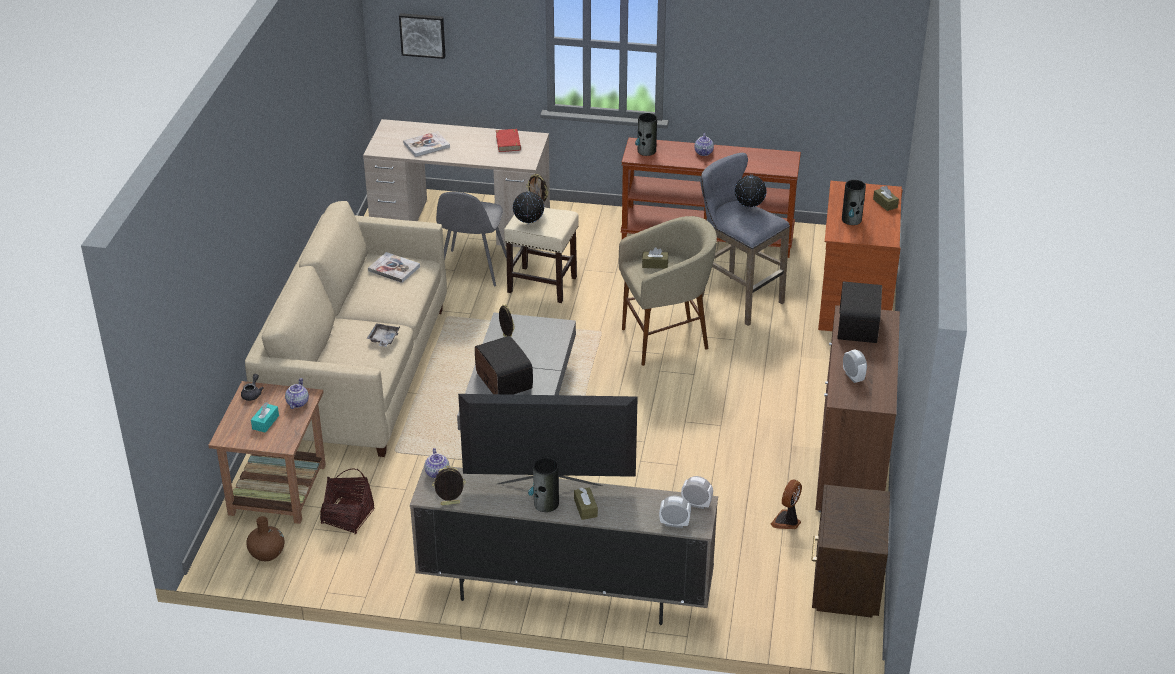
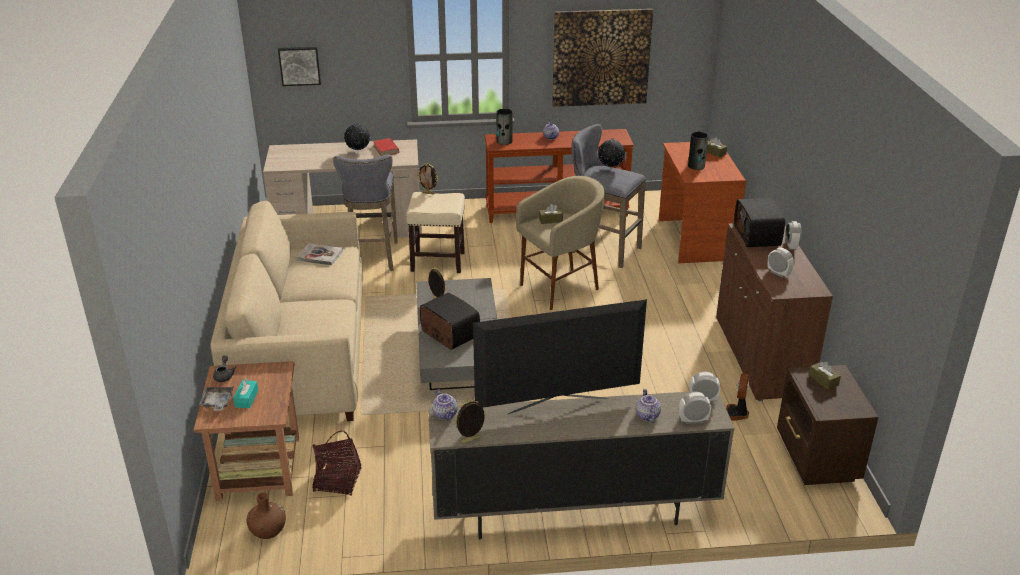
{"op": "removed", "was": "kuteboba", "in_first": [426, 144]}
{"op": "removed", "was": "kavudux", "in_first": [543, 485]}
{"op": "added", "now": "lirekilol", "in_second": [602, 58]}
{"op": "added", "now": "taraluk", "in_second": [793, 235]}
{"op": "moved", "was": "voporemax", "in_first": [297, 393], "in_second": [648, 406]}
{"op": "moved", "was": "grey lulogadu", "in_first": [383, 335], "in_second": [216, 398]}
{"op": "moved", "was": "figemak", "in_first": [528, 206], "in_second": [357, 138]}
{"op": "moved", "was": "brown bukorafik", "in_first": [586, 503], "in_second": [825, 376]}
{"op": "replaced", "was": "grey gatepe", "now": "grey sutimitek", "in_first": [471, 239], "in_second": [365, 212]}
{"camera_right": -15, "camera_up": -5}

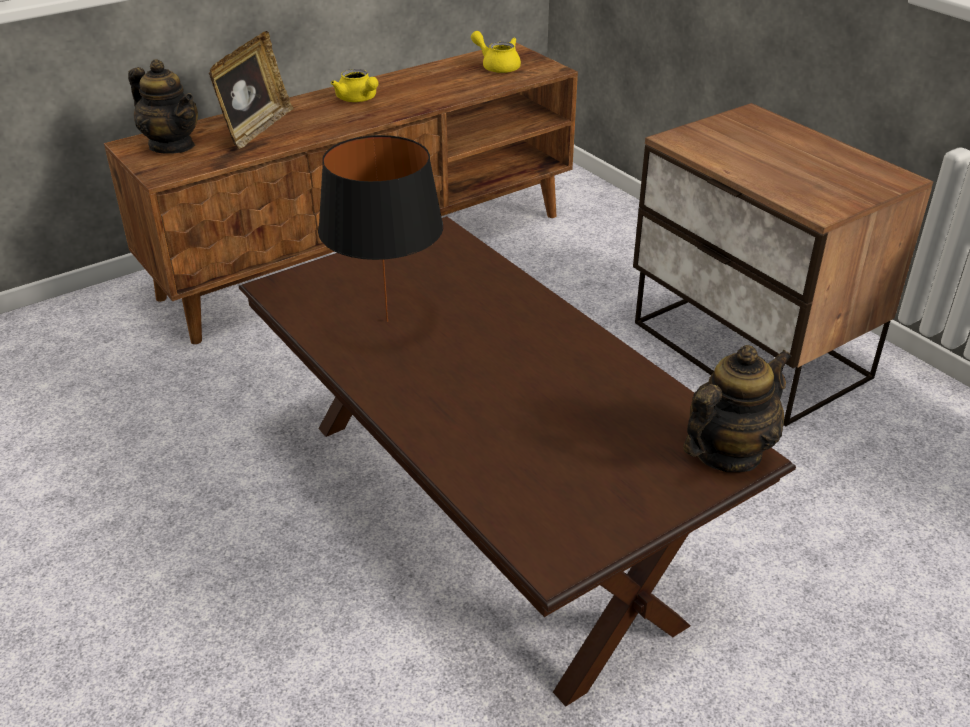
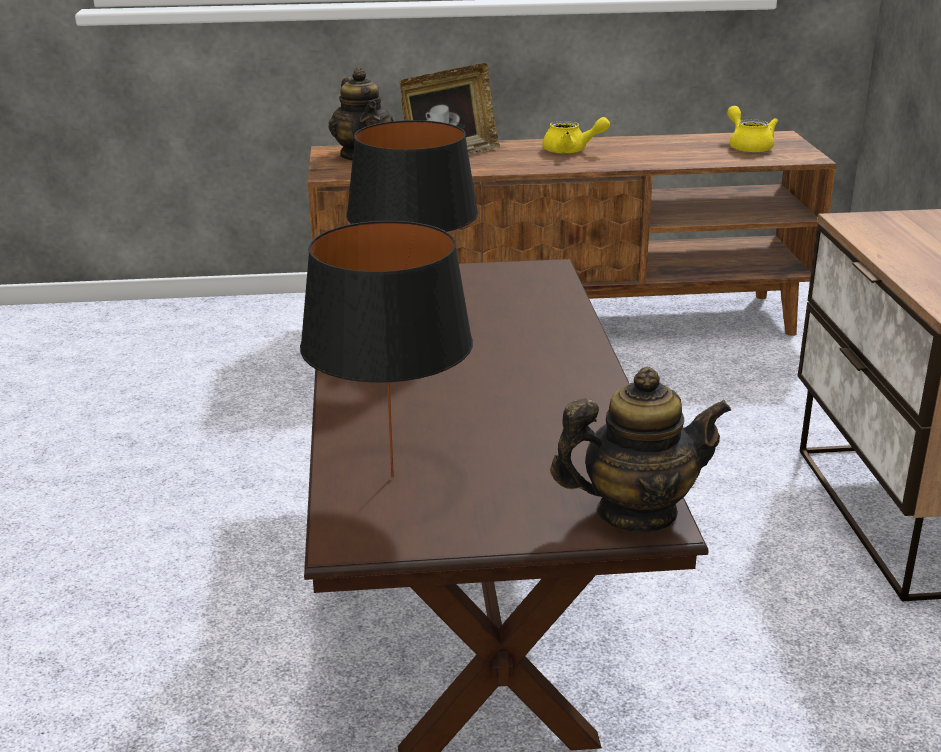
{"op": "added", "now": "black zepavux", "in_second": [386, 349]}
{"op": "turned", "was": "yellow voporemax", "in_first": [355, 85], "in_second": [576, 135], "clockwise": -75}
{"camera_right": 30, "camera_up": -10}

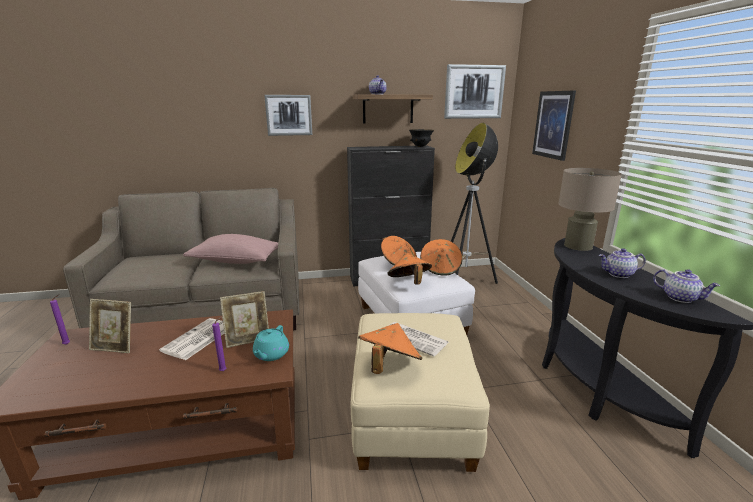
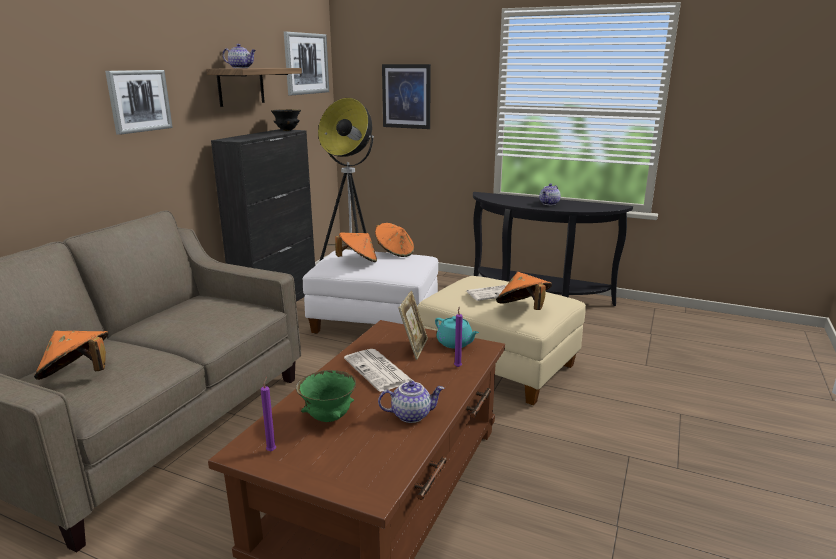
{"op": "removed", "was": "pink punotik", "in_first": [230, 249]}
{"op": "removed", "was": "beige zepavux", "in_first": [590, 209]}
{"op": "moved", "was": "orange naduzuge", "in_first": [410, 269], "in_second": [71, 355]}
{"op": "moved", "was": "voporemax", "in_first": [686, 286], "in_second": [411, 402]}
{"op": "replaced", "was": "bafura", "now": "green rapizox", "in_first": [110, 326], "in_second": [326, 396]}
{"camera_right": -55, "camera_up": 0}

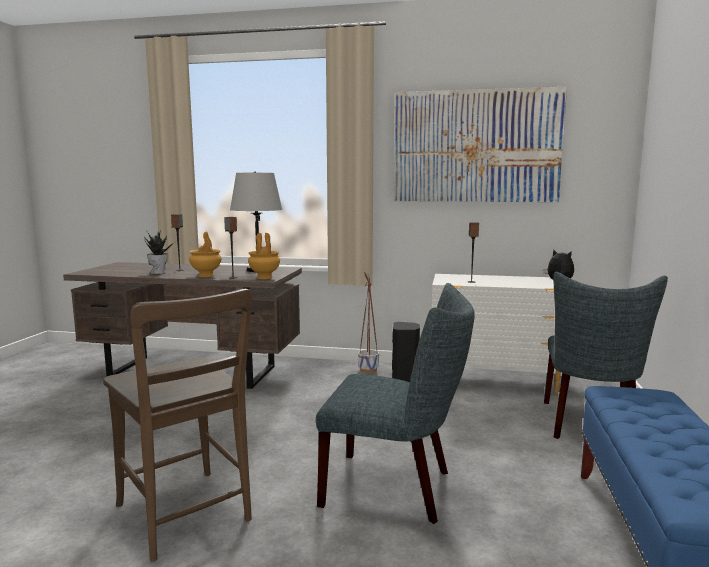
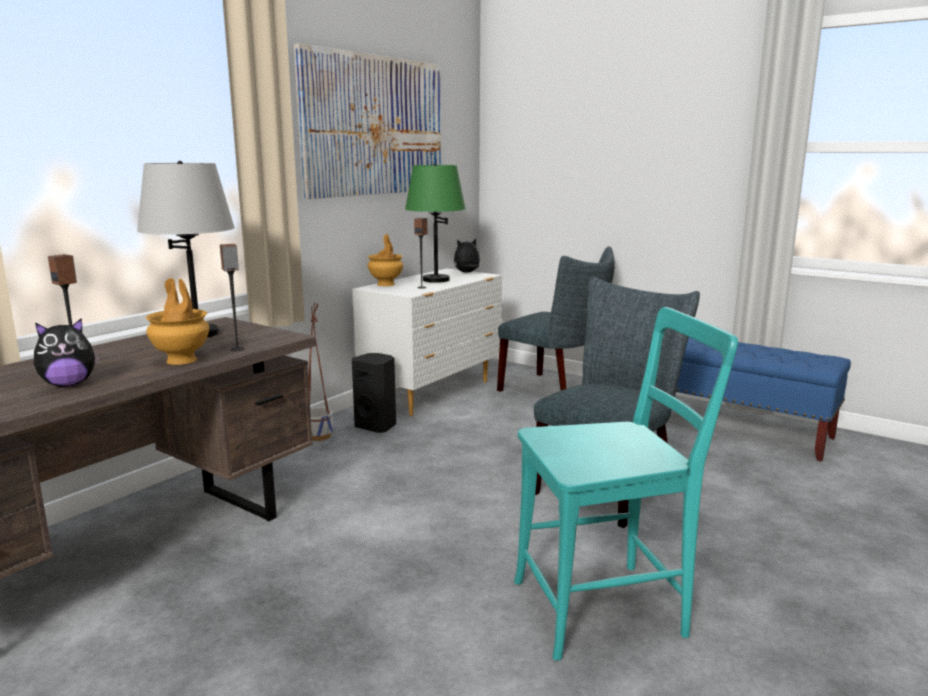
{"op": "added", "now": "green zepavux", "in_second": [435, 223]}
{"op": "moved", "was": "brown kavudux", "in_first": [264, 256], "in_second": [385, 260]}
{"op": "replaced", "was": "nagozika", "now": "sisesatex", "in_first": [159, 252], "in_second": [66, 353]}
{"op": "recoloured", "was": "brown gatepe", "now": "turquoise gatepe", "in_first": [177, 425], "in_second": [626, 484]}
{"camera_right": -65, "camera_up": 5}

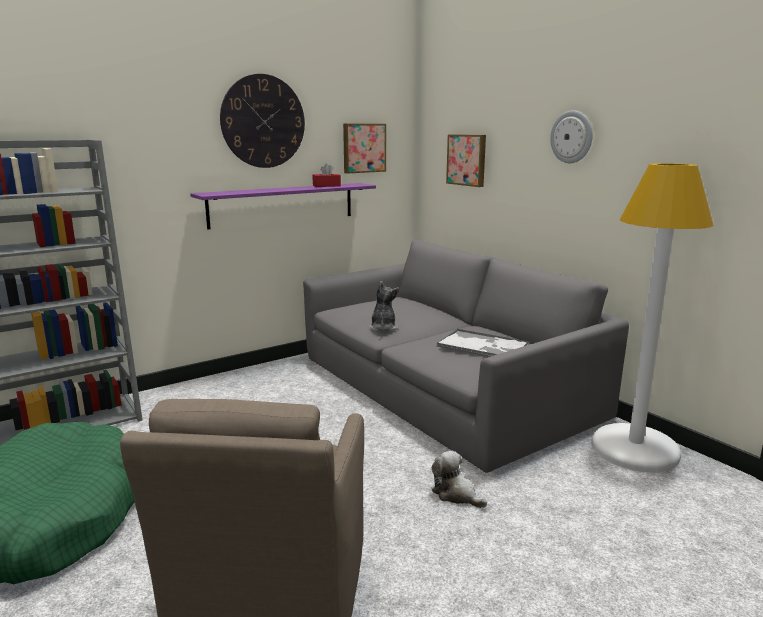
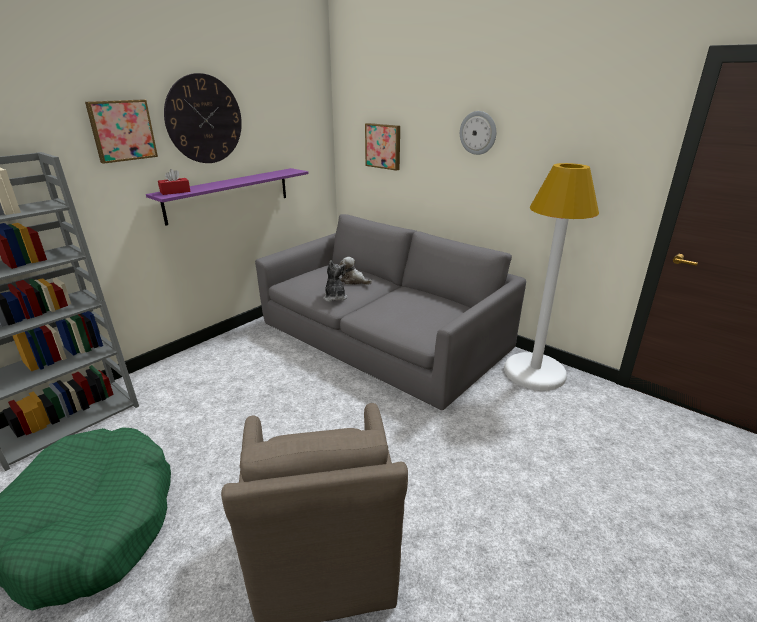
{"op": "removed", "was": "lulogadu", "in_first": [483, 343]}
{"op": "moved", "was": "red bukorafik", "in_first": [327, 175], "in_second": [174, 182]}
{"op": "moved", "was": "lirekilol", "in_first": [364, 148], "in_second": [121, 131]}
{"op": "moved", "was": "sisesatex", "in_first": [459, 479], "in_second": [355, 271]}
{"camera_right": -15, "camera_up": 10}

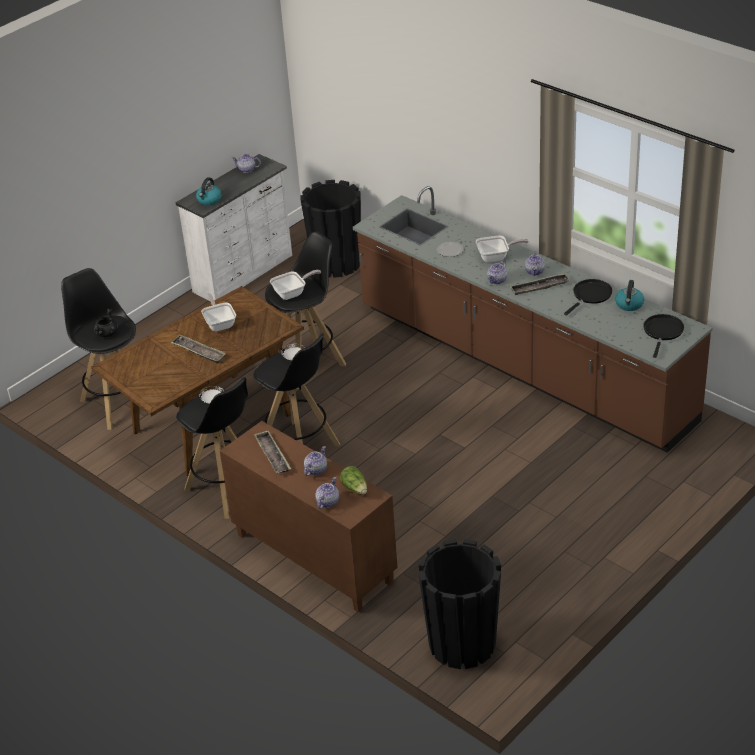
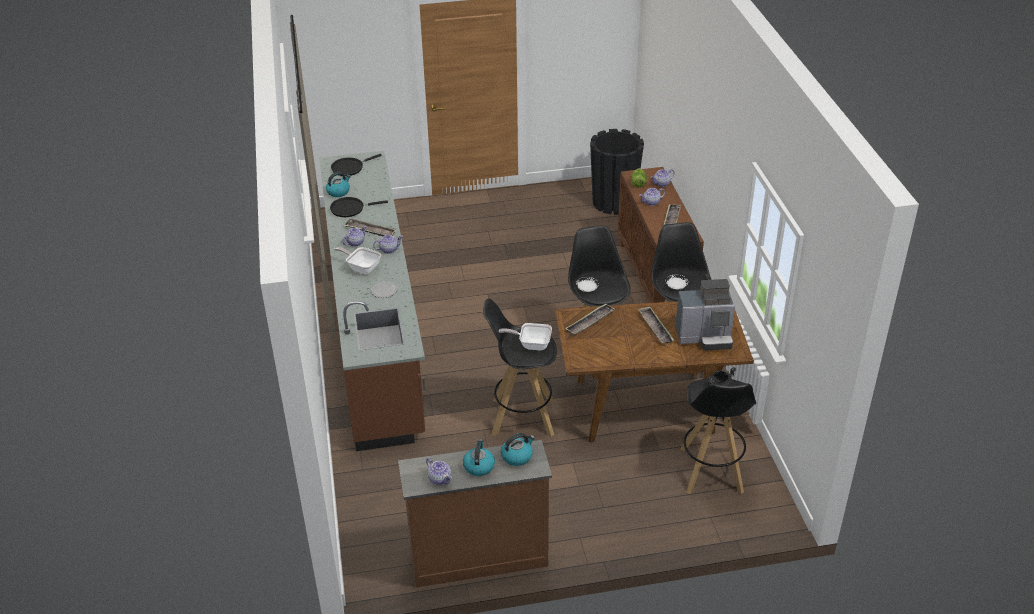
{"op": "removed", "was": "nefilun", "in_first": [218, 312]}
{"op": "removed", "was": "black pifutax", "in_first": [330, 229]}
{"op": "added", "now": "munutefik", "in_second": [479, 457]}
{"op": "added", "now": "lulogadu", "in_second": [590, 319]}
{"op": "added", "now": "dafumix", "in_second": [705, 314]}
{"op": "recoloured", "was": "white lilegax", "now": "brown lilegax", "in_first": [234, 227], "in_second": [475, 513]}
{"camera_right": -145, "camera_up": 0}

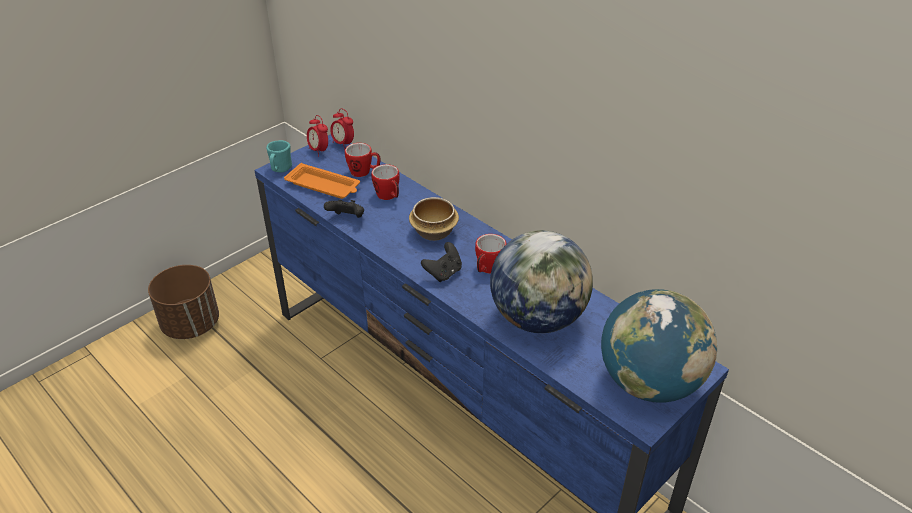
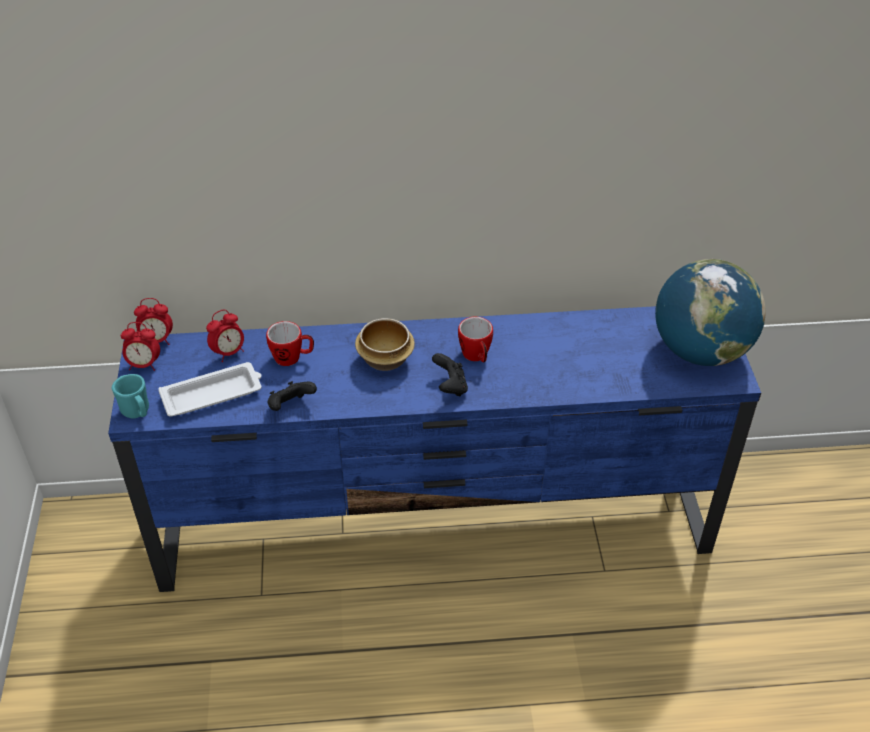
{"op": "removed", "was": "brown pifutax", "in_first": [183, 302]}
{"op": "removed", "was": "figemak", "in_first": [541, 281]}
{"op": "replaced", "was": "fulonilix", "now": "taraluk", "in_first": [362, 160], "in_second": [225, 336]}
{"op": "recoloured", "was": "orange lulogadu", "now": "white lulogadu", "in_first": [322, 181], "in_second": [210, 389]}
{"camera_right": -50, "camera_up": 5}

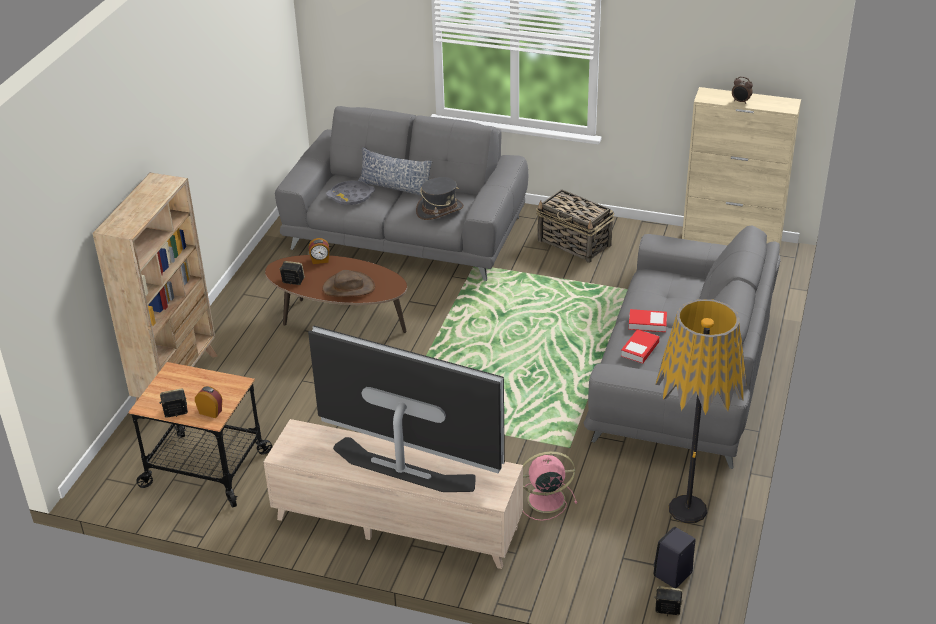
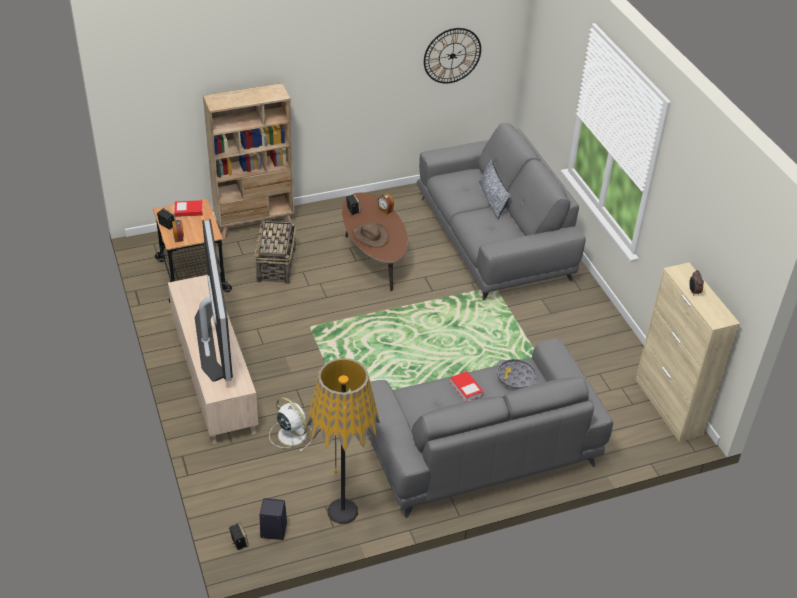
{"op": "removed", "was": "grey naduzuge", "in_first": [440, 198]}
{"op": "added", "now": "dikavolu", "in_second": [452, 55]}
{"op": "moved", "was": "grey lulogadu", "in_first": [350, 192], "in_second": [517, 374]}
{"op": "moved", "was": "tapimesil", "in_first": [575, 226], "in_second": [275, 251]}
{"op": "moved", "was": "kuteboba", "in_first": [640, 346], "in_second": [188, 208]}
{"op": "recoloured", "was": "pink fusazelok", "now": "white fusazelok", "in_first": [550, 486], "in_second": [290, 424]}
{"camera_right": 50, "camera_up": 5}

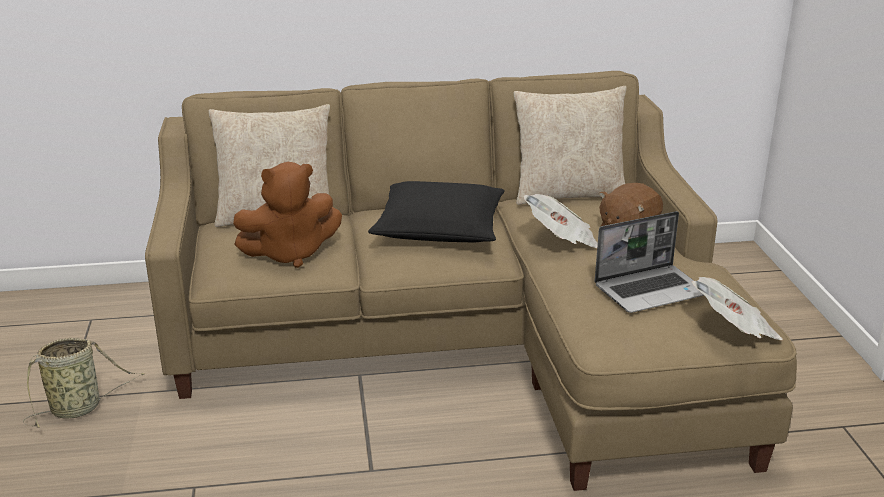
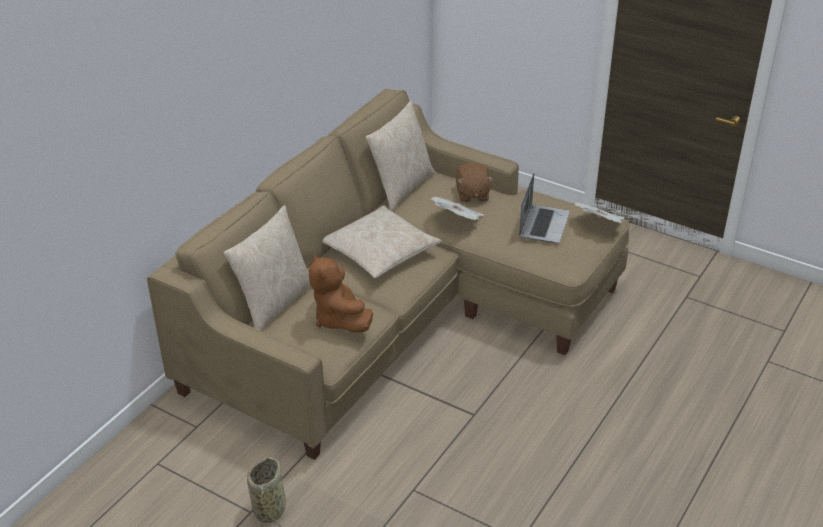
{"op": "recoloured", "was": "black punotik", "now": "beige punotik", "in_first": [436, 211], "in_second": [382, 241]}
{"op": "turned", "was": "brown sisesatex", "in_first": [287, 215], "in_second": [341, 293], "clockwise": 135}
{"camera_right": -50, "camera_up": 10}

